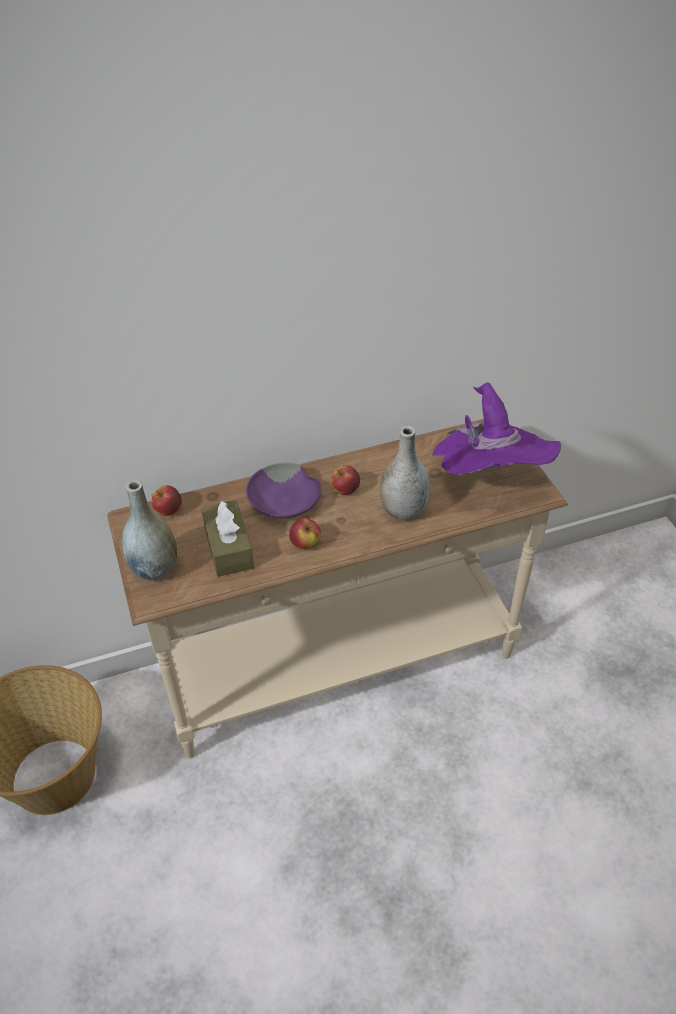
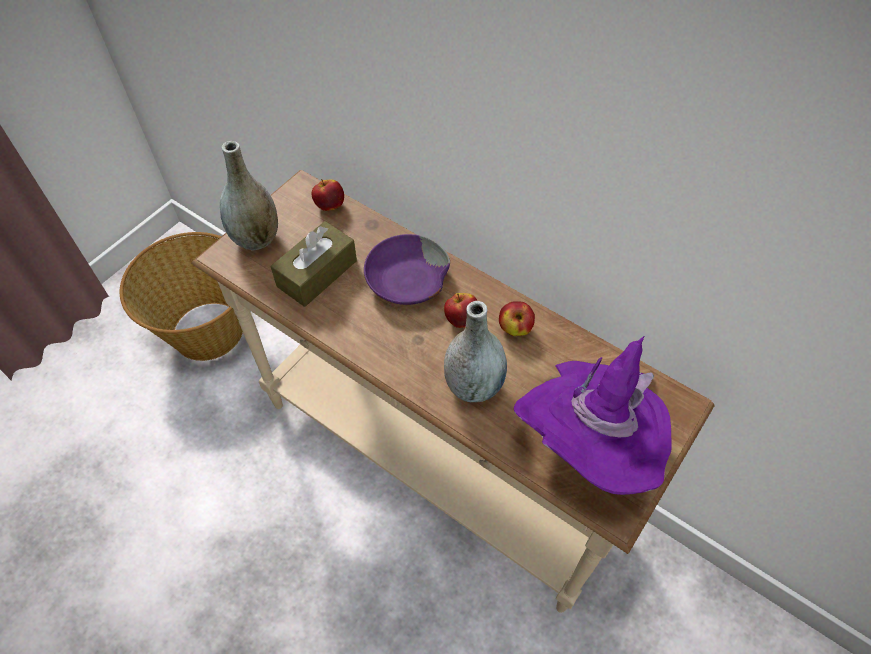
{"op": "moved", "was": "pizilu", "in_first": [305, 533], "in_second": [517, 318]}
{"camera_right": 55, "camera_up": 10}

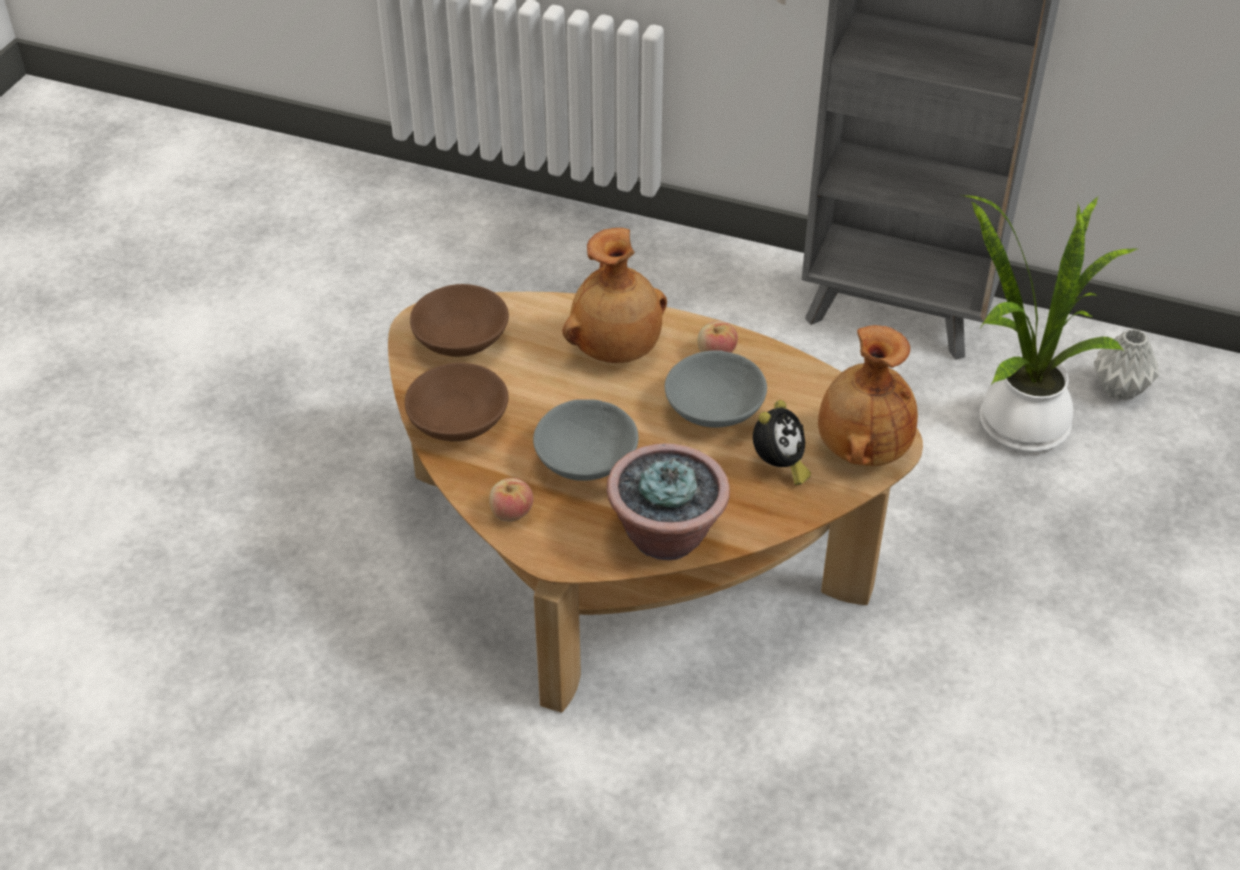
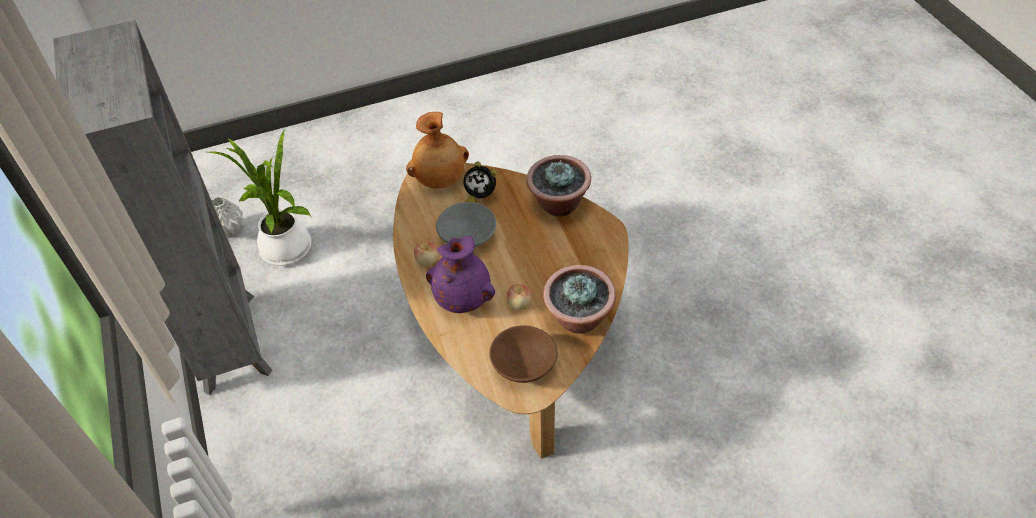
{"op": "removed", "was": "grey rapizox", "in_first": [585, 440]}
{"op": "moved", "was": "pizilu", "in_first": [511, 500], "in_second": [519, 297]}
{"op": "replaced", "was": "brown rapizox", "now": "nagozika", "in_first": [457, 402], "in_second": [579, 299]}
{"op": "recoloured", "was": "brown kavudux", "now": "purple kavudux", "in_first": [614, 295], "in_second": [460, 274]}
{"op": "turned", "was": "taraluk", "in_first": [782, 442], "in_second": [480, 182], "clockwise": -150}
{"camera_right": -130, "camera_up": 5}

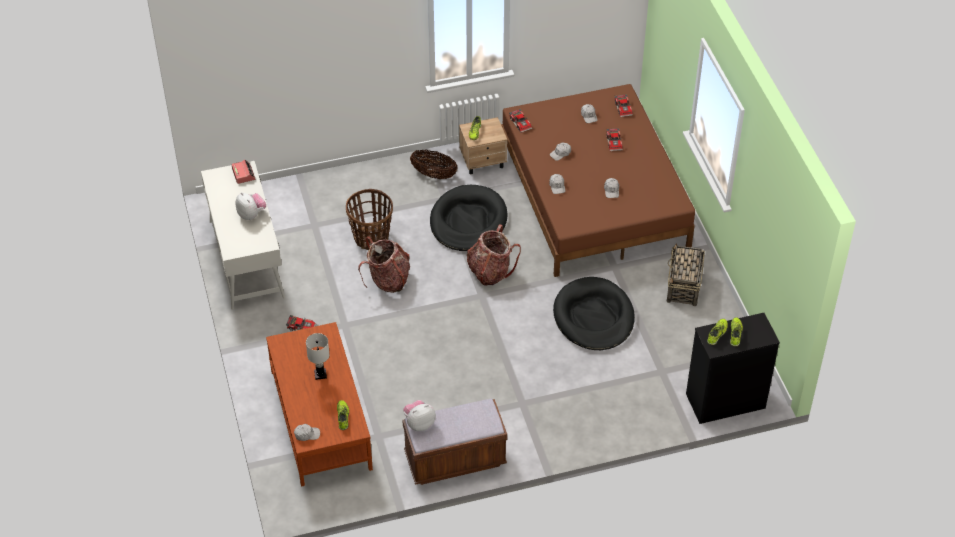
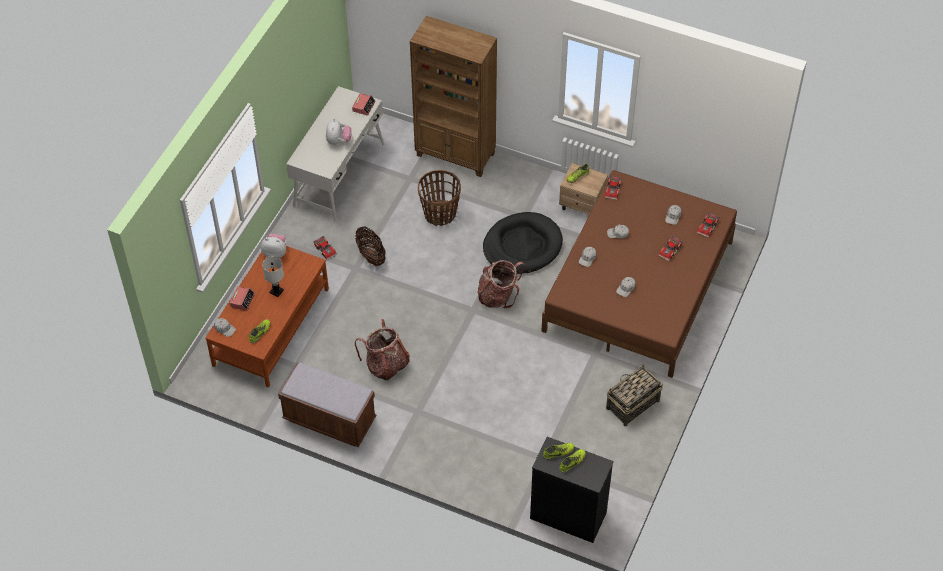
{"op": "removed", "was": "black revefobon", "in_first": [594, 313]}
{"op": "added", "now": "taraluk", "in_second": [242, 298]}
{"op": "added", "now": "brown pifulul", "in_second": [453, 96]}
{"op": "moved", "was": "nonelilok", "in_first": [384, 264], "in_second": [382, 349]}
{"op": "moved", "was": "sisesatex", "in_first": [419, 415], "in_second": [274, 245]}
{"op": "moved", "was": "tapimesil", "in_first": [433, 164], "in_second": [370, 246]}
{"camera_right": 40, "camera_up": 5}

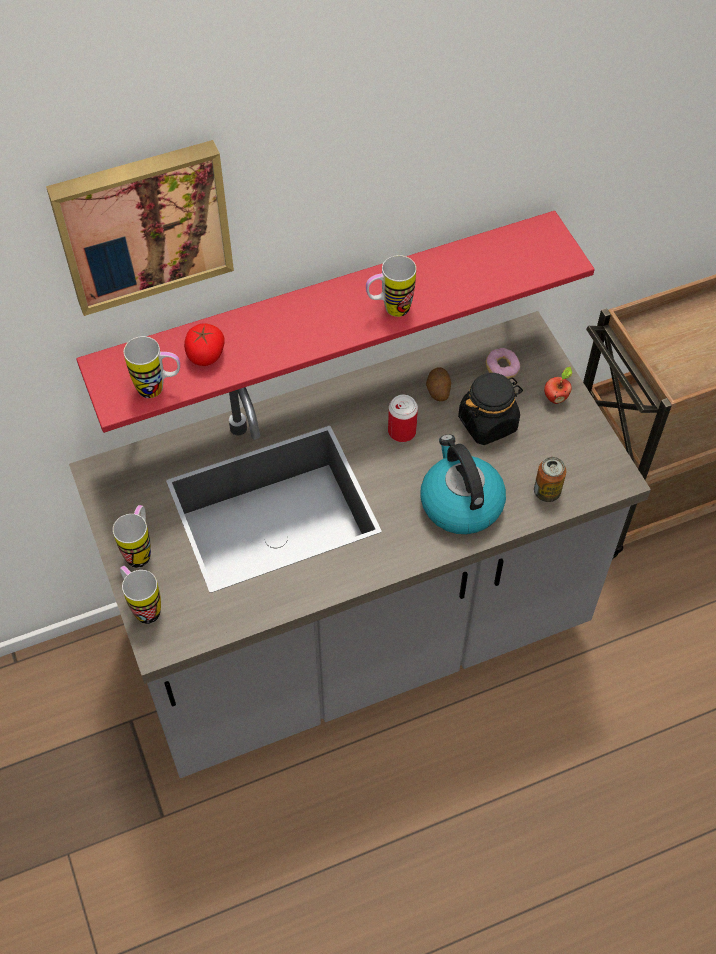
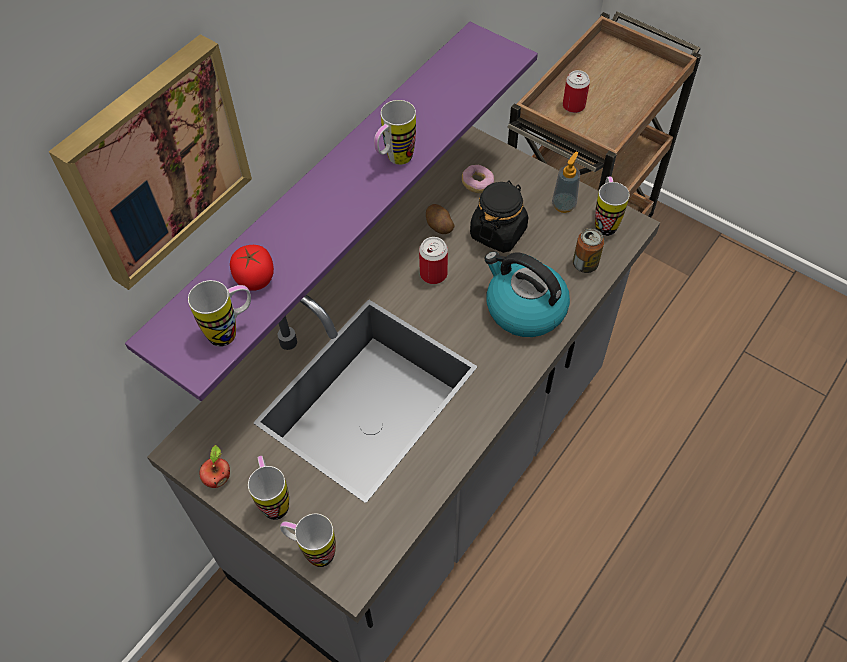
{"op": "added", "now": "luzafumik", "in_second": [566, 182]}
{"op": "added", "now": "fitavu", "in_second": [576, 91]}
{"op": "added", "now": "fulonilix", "in_second": [612, 206]}
{"op": "moved", "was": "pizilu", "in_first": [558, 385], "in_second": [214, 466]}
{"op": "recoloured", "was": "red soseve", "now": "purple soseve", "in_first": [335, 322], "in_second": [331, 211]}
{"camera_right": -30, "camera_up": 0}

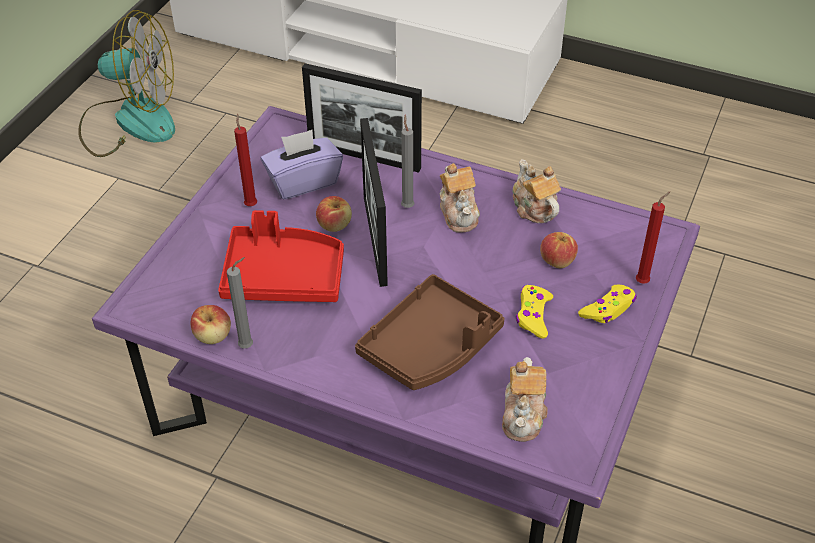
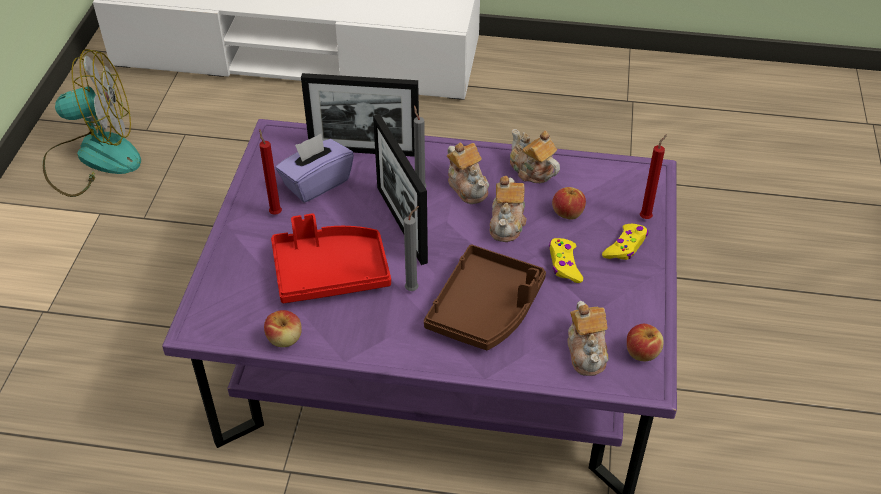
{"op": "added", "now": "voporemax", "in_second": [508, 209]}
{"op": "moved", "was": "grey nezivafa", "in_first": [240, 303], "in_second": [411, 248]}
{"op": "moved", "was": "pizilu", "in_first": [334, 214], "in_second": [645, 342]}
{"camera_right": -15, "camera_up": 0}

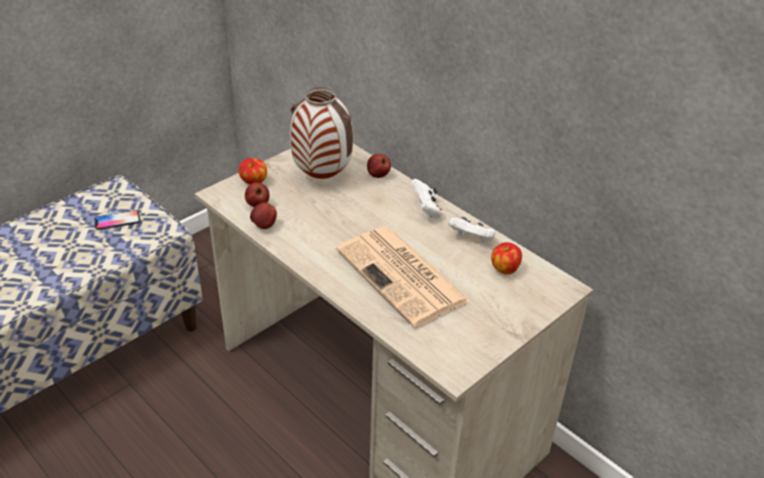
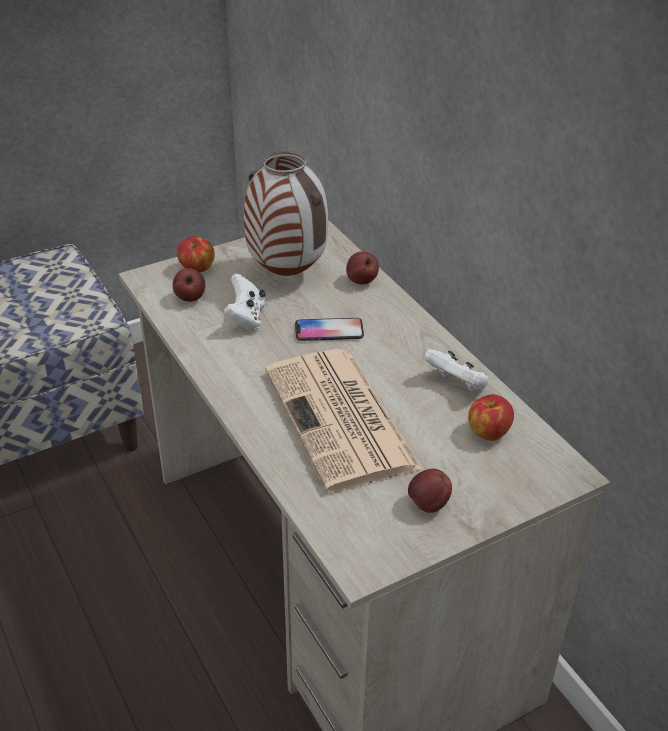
{"op": "moved", "was": "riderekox", "in_first": [117, 220], "in_second": [329, 329]}
{"op": "moved", "was": "pizilu", "in_first": [263, 215], "in_second": [430, 491]}
{"op": "moved", "was": "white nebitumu", "in_first": [427, 198], "in_second": [244, 302]}
{"camera_right": 15, "camera_up": 0}

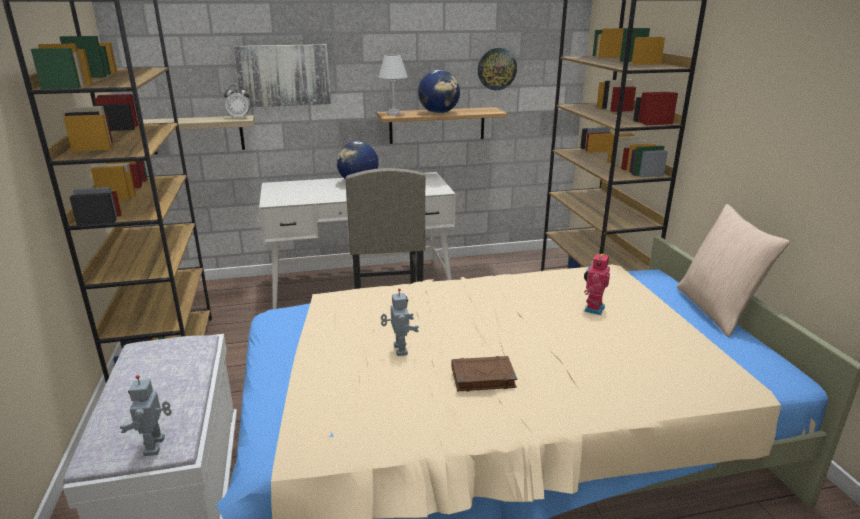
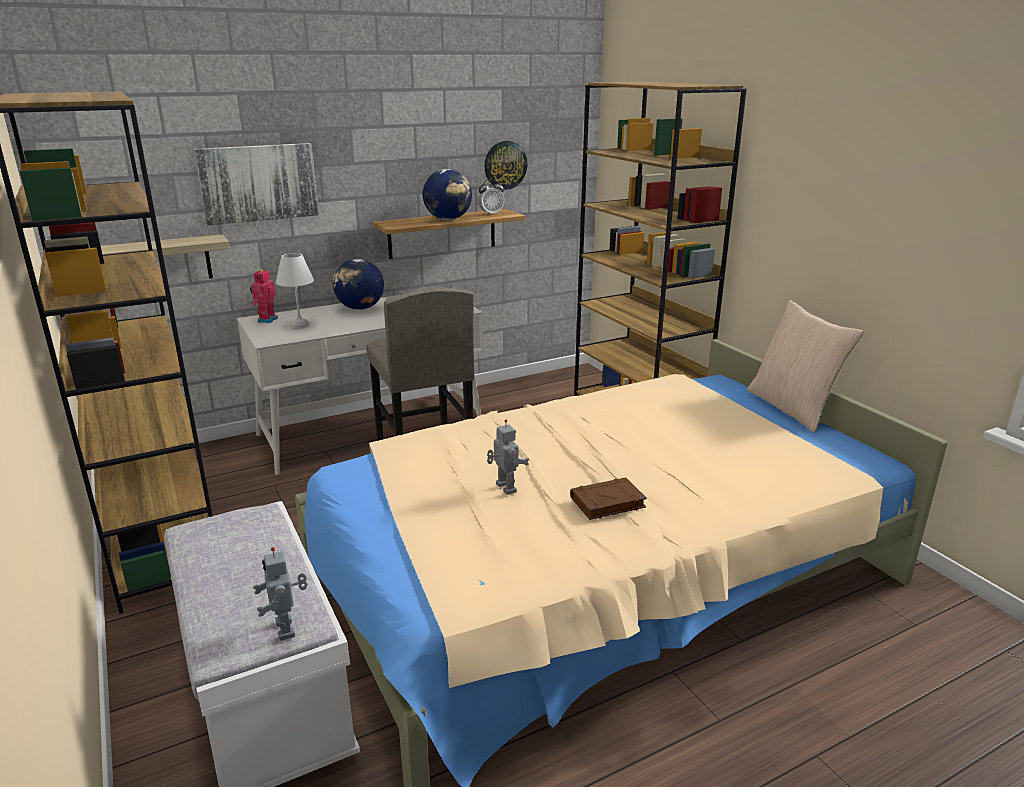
{"op": "moved", "was": "taraluk", "in_first": [237, 101], "in_second": [491, 197]}
{"op": "moved", "was": "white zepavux", "in_first": [393, 85], "in_second": [295, 290]}
{"op": "moved", "was": "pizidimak", "in_first": [597, 283], "in_second": [264, 295]}
{"camera_right": -15, "camera_up": 0}

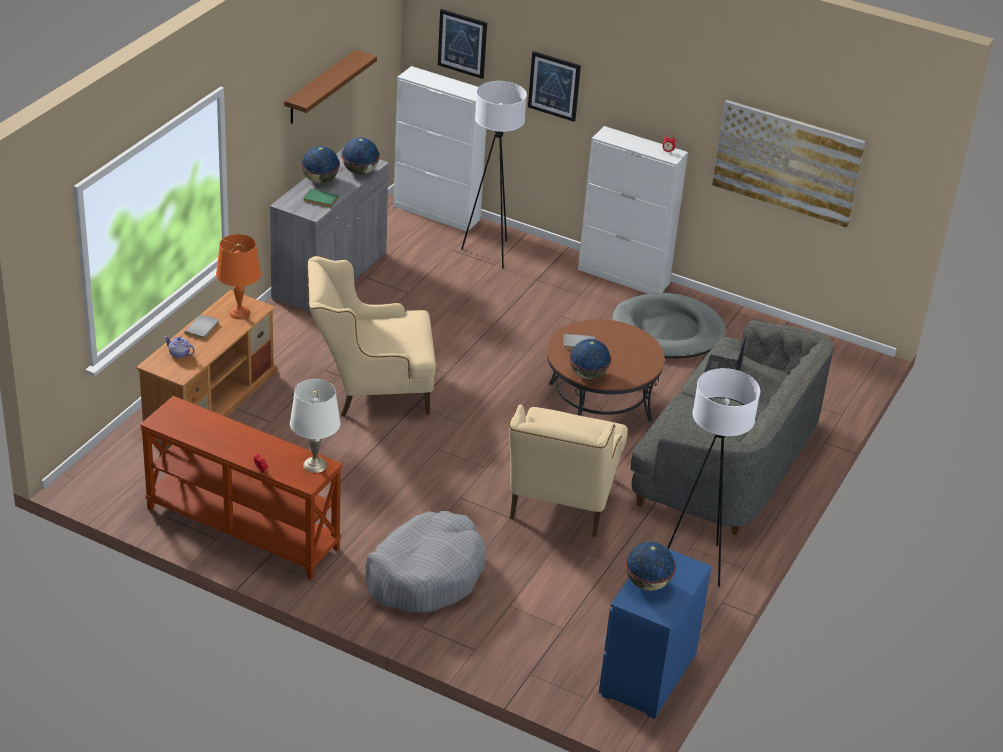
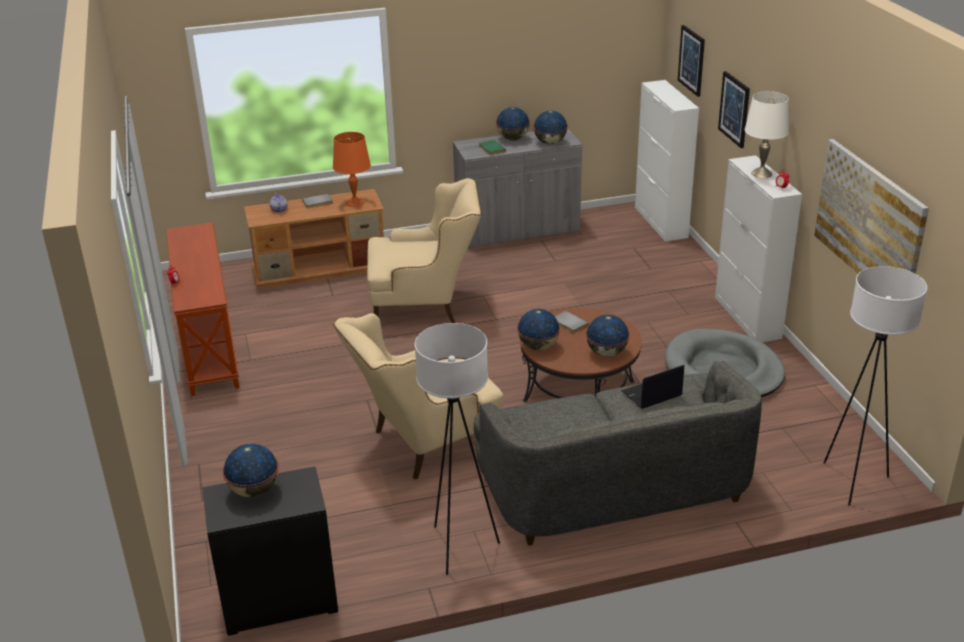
{"op": "removed", "was": "brown soseve", "in_first": [330, 87]}
{"op": "removed", "was": "grey revefobon", "in_first": [425, 562]}
{"op": "added", "now": "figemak", "in_second": [608, 336]}
{"op": "moved", "was": "white zepavux", "in_first": [315, 426], "in_second": [767, 134]}
{"op": "moved", "was": "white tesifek", "in_first": [494, 175], "in_second": [875, 386]}
{"op": "recoloured", "was": "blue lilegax", "now": "black lilegax", "in_first": [655, 634], "in_second": [270, 551]}
{"op": "turned", "was": "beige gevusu", "in_first": [371, 336], "in_second": [424, 250], "clockwise": 135}
{"camera_right": 50, "camera_up": -5}

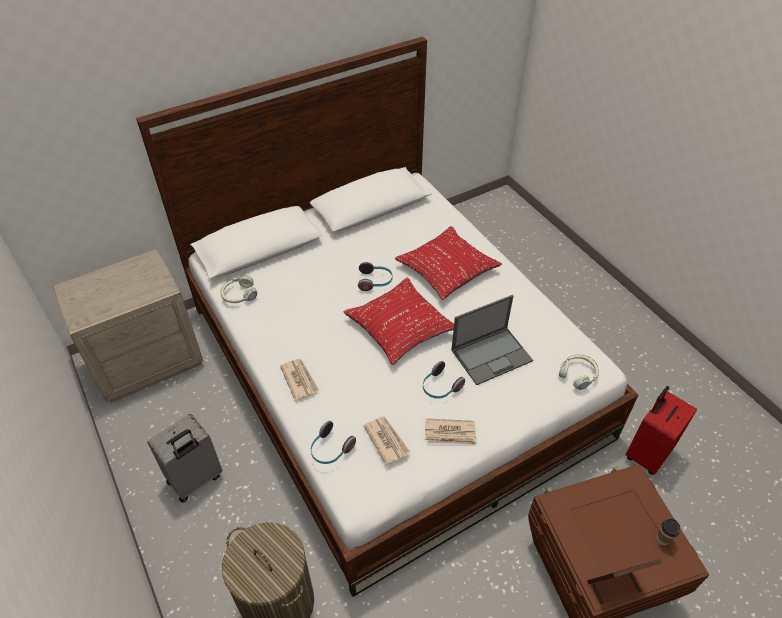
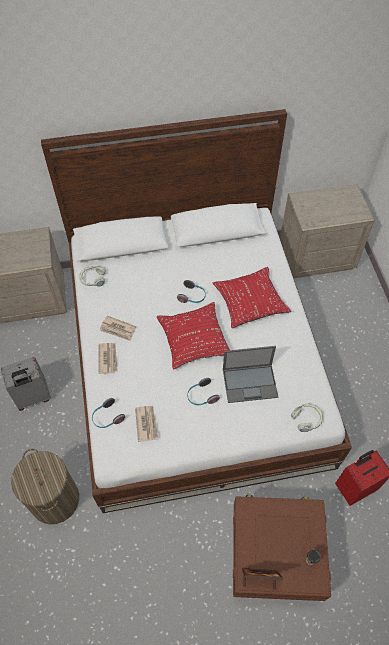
{"op": "added", "now": "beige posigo", "in_second": [327, 231]}
{"op": "moved", "was": "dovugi", "in_first": [451, 431], "in_second": [118, 328]}
{"camera_right": 20, "camera_up": 10}

